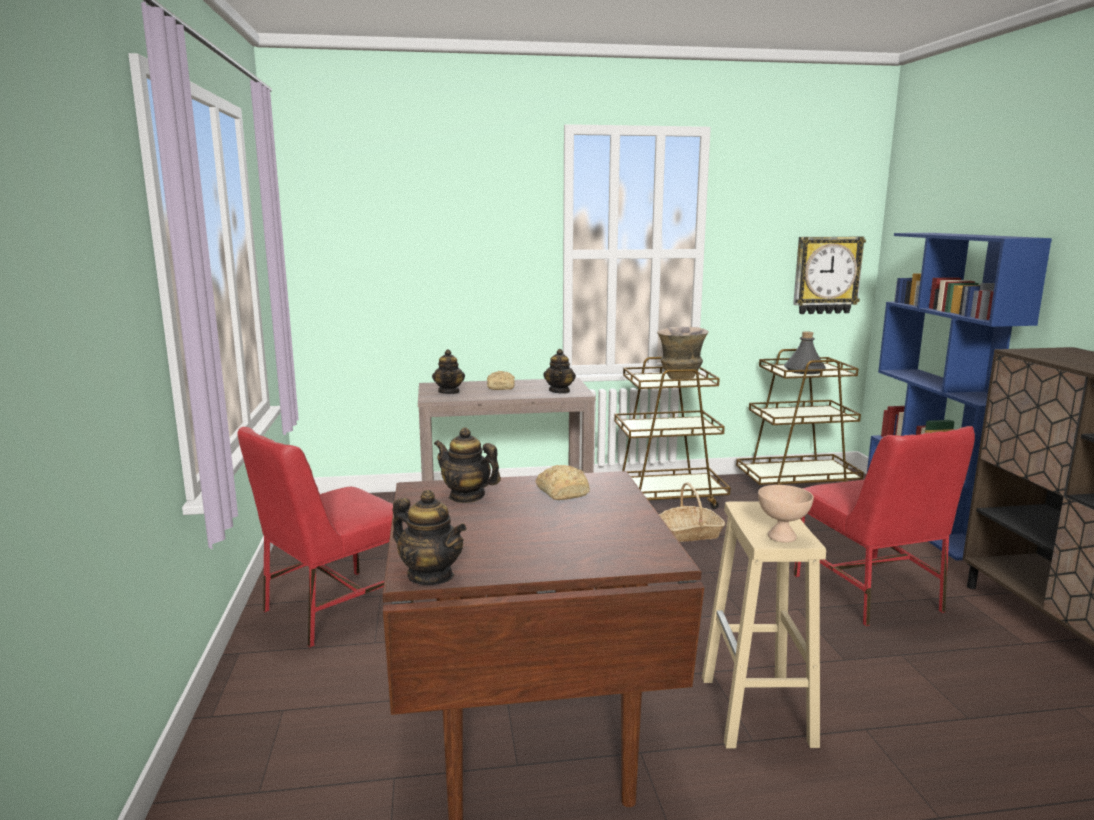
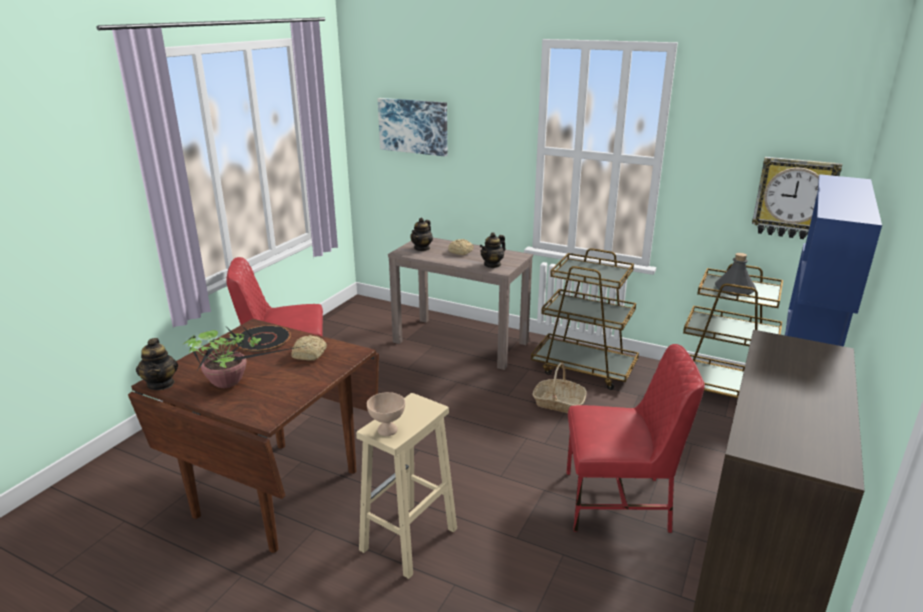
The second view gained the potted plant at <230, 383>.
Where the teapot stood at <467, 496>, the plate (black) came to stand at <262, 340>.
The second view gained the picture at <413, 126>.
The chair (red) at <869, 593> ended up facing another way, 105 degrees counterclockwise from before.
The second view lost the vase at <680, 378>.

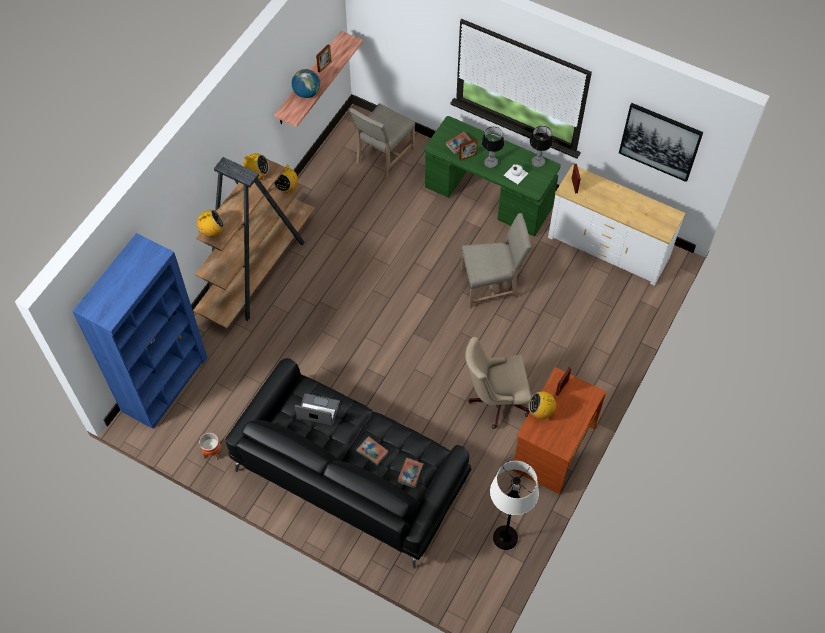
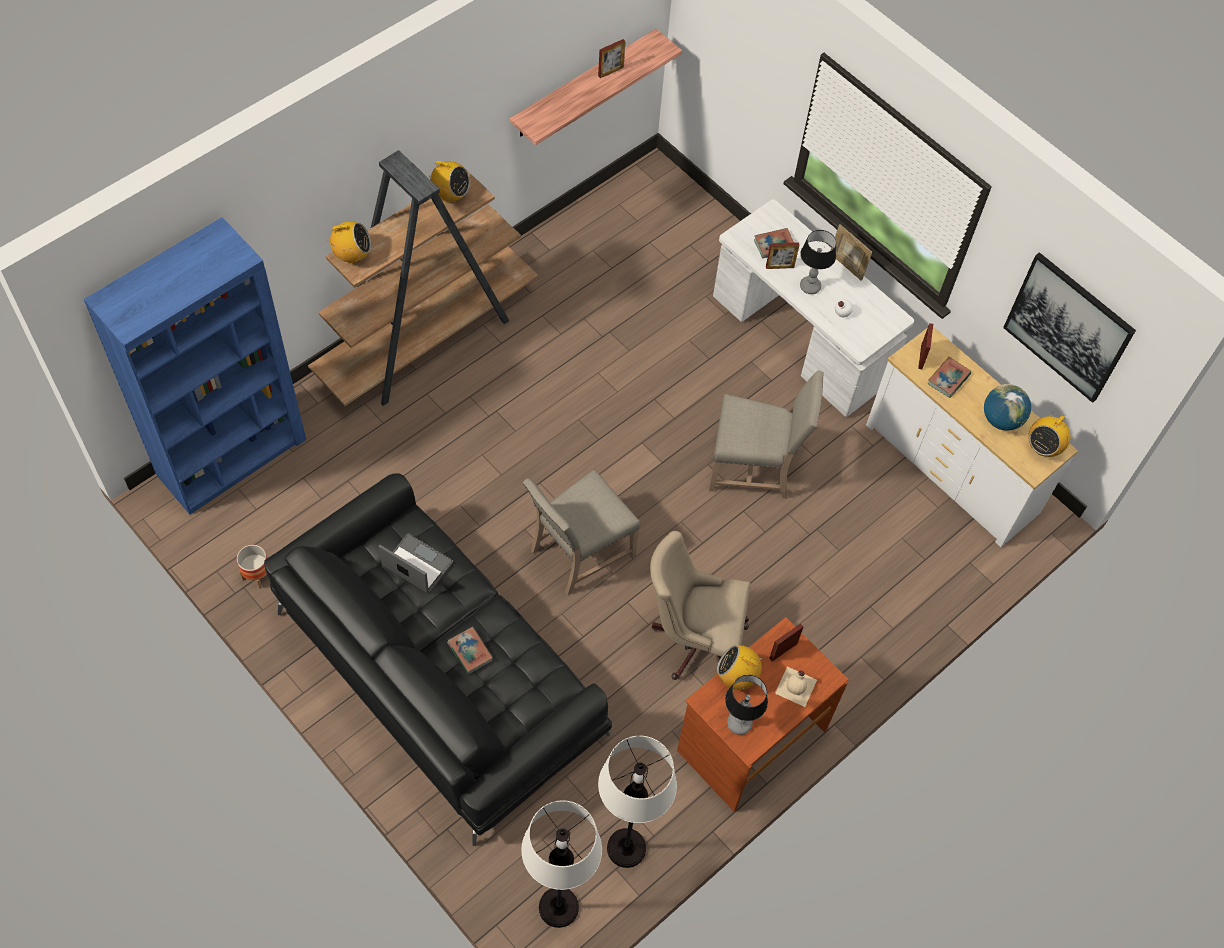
The second view gained the floor lamp (white) at <558, 907>.
The chair (beige) ended up elsewhere, having gone from <383, 156> to <578, 553>.
What was the desk (green) at <488, 198> turned into the desk (white) at <800, 340>.
The table lamp ended up elsewhere, having gone from <538, 162> to <739, 724>.
The second view gained the bottle (beige) at <796, 686>.
The second view gained the picture frame at <846, 265>.
The book ended up elsewhere, having gone from <410, 474> to <948, 379>.
The globe ended up elsewhere, having gone from <306, 93> to <1001, 420>.
The radio ended up elsewhere, having gone from <286, 187> to <1043, 447>.

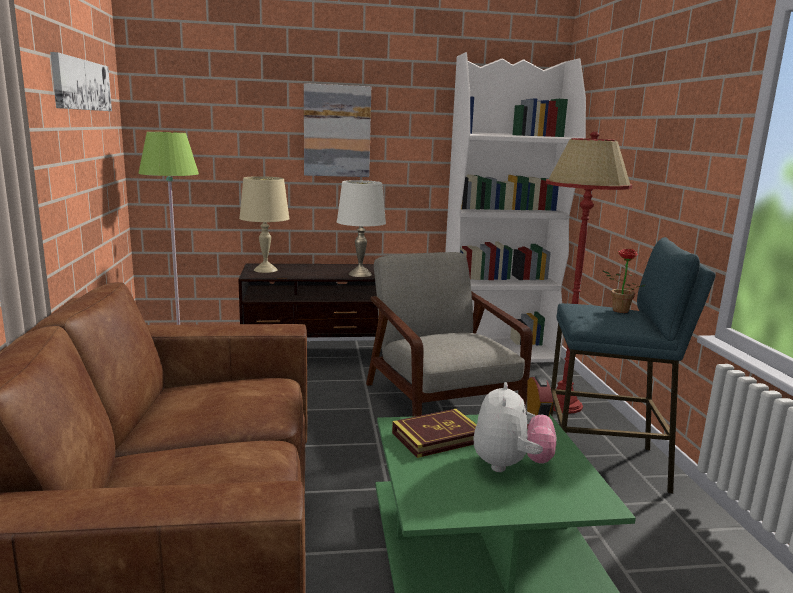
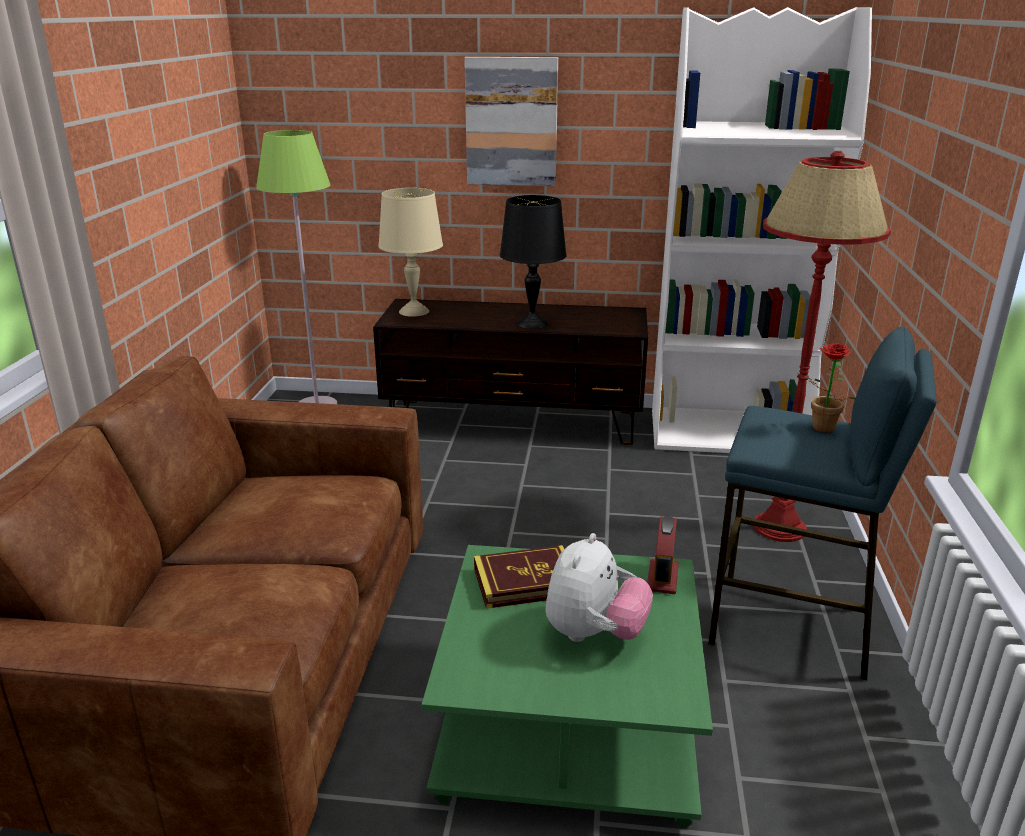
What was the table lamp (white) at <360, 274> turned into the table lamp (black) at <531, 323>.
The second view lost the picture at <81, 85>.
The second view lost the armchair (grey) at <439, 402>.

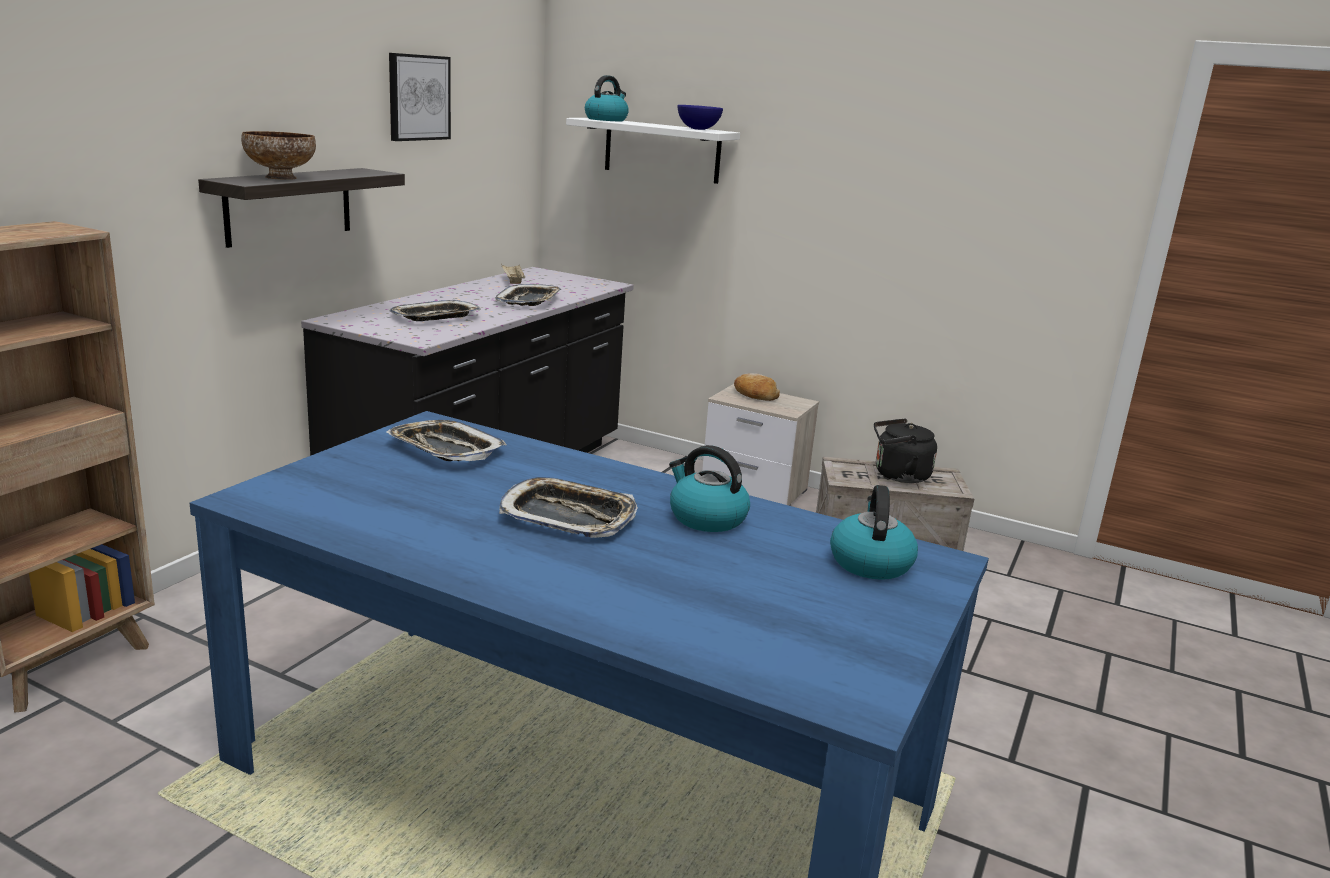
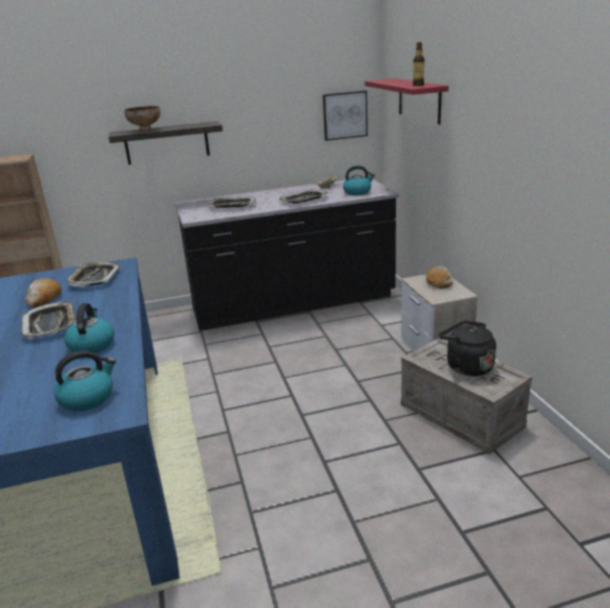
The second view gained the bread at <44, 299>.
The picture ended up elsewhere, having gone from <418, 97> to <345, 115>.
The kettle ended up elsewhere, having gone from <606, 120> to <357, 192>.
What was the shelf (white) at <662, 150> turned into the shelf (red) at <419, 100>.
Where the bowl (blue) stood at <699, 129>, the bottle came to stand at <418, 85>.

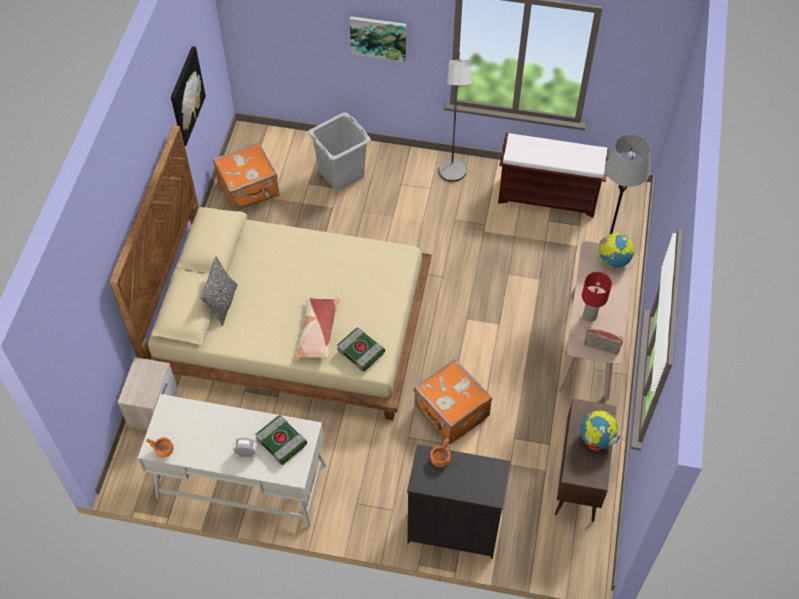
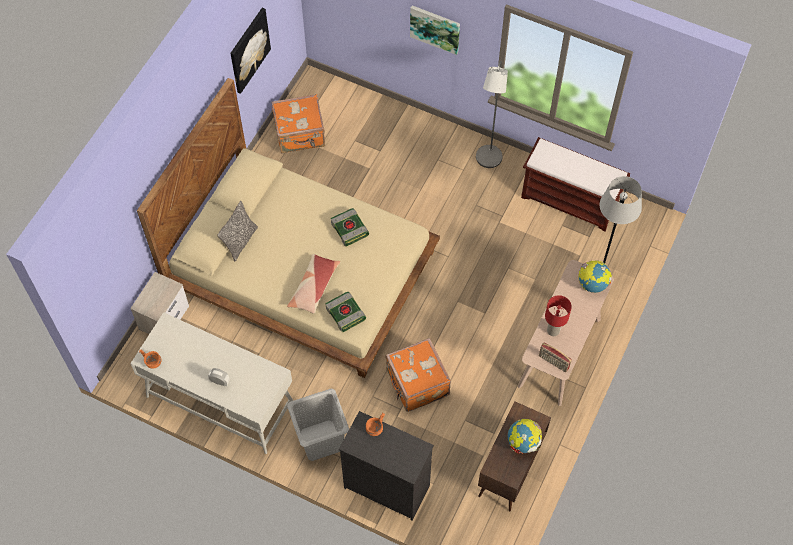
The laundry basket (grey) ended up elsewhere, having gone from <342, 174> to <321, 440>.
The book ended up elsewhere, having gone from <282, 442> to <350, 229>.

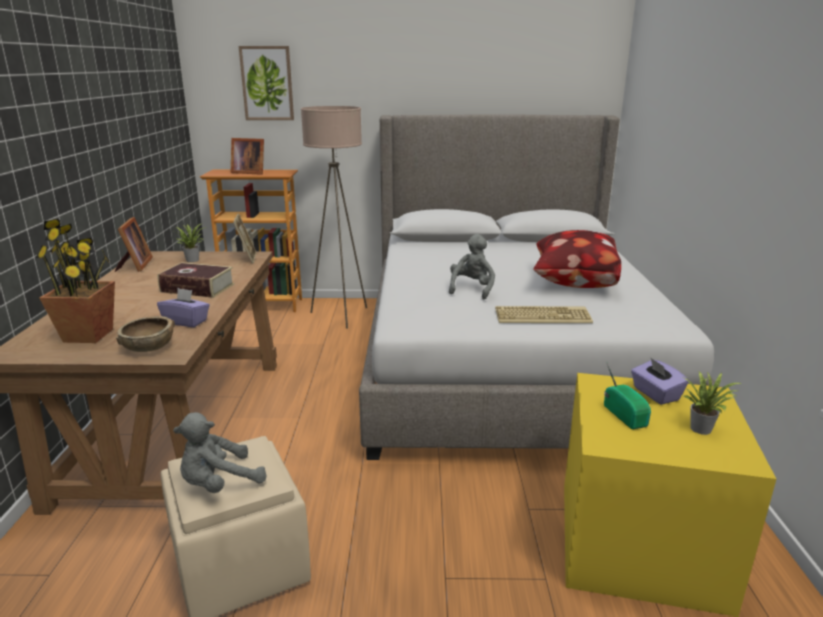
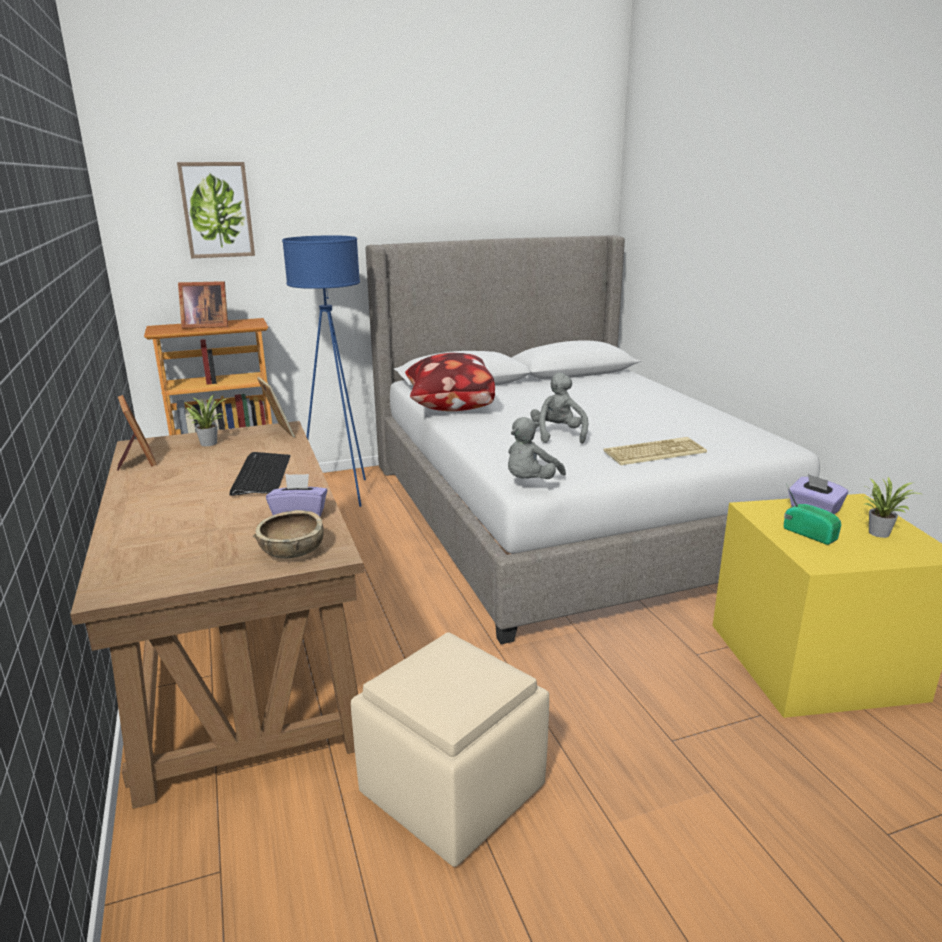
Where the book stood at <197, 288>, the keyboard came to stand at <261, 475>.
What was the floor lamp (beige) at <341, 316> turned into the floor lamp (blue) at <341, 493>.
The pillow ended up elsewhere, having gone from <572, 283> to <449, 408>.
The plush toy (grey) ended up elsewhere, having gone from <219, 484> to <530, 482>.
The second view lost the potted plant at <88, 335>.

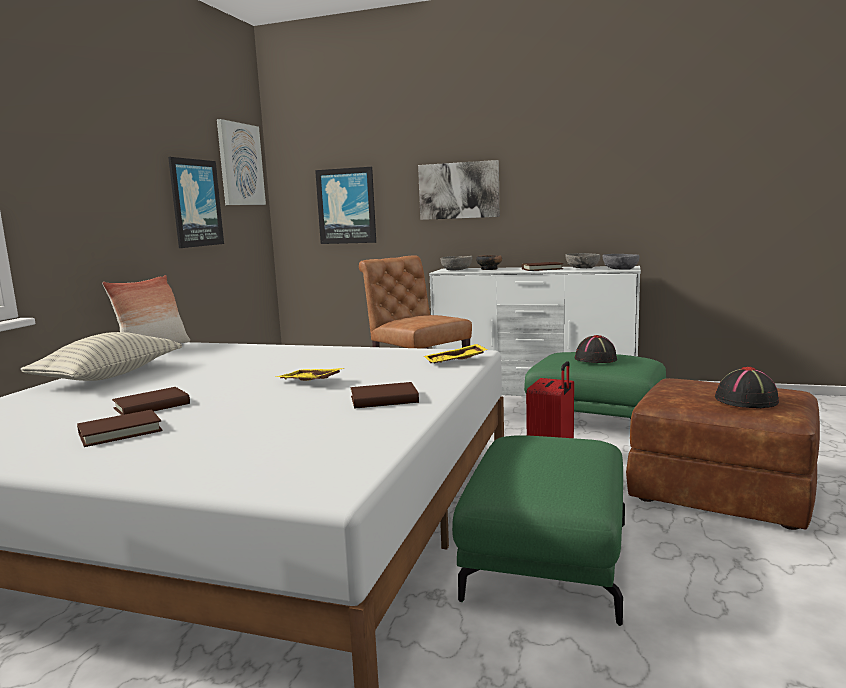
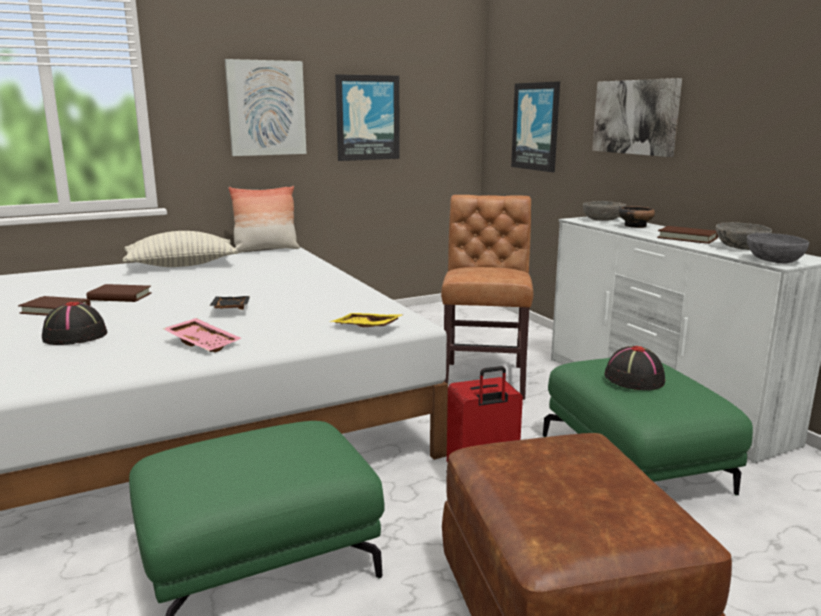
The hat (black) ended up elsewhere, having gone from <747, 400> to <74, 336>.
Where the book (brown) stood at <384, 400>, the tray (pink) came to stand at <204, 343>.
What was the tray (yellow) at <309, 382> turned into the tray (black) at <229, 309>.
The picture ended up elsewhere, having gone from <240, 164> to <266, 108>.

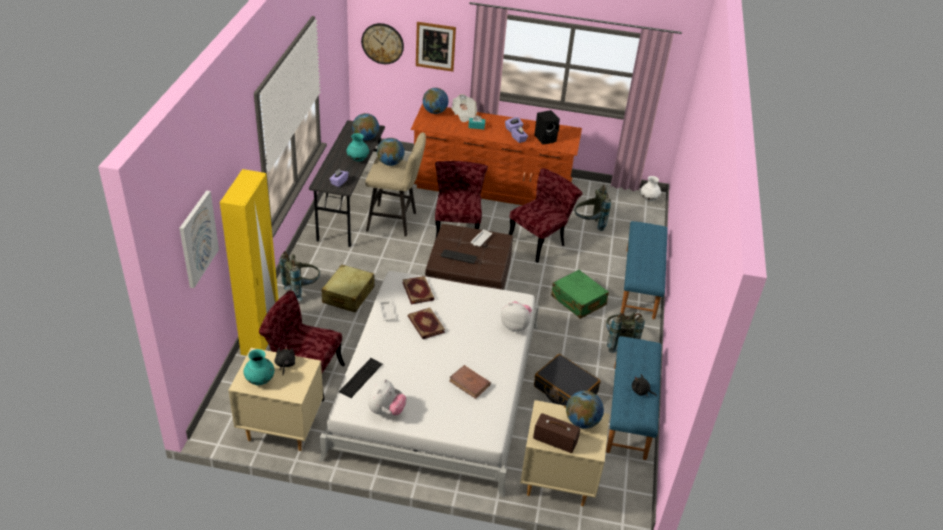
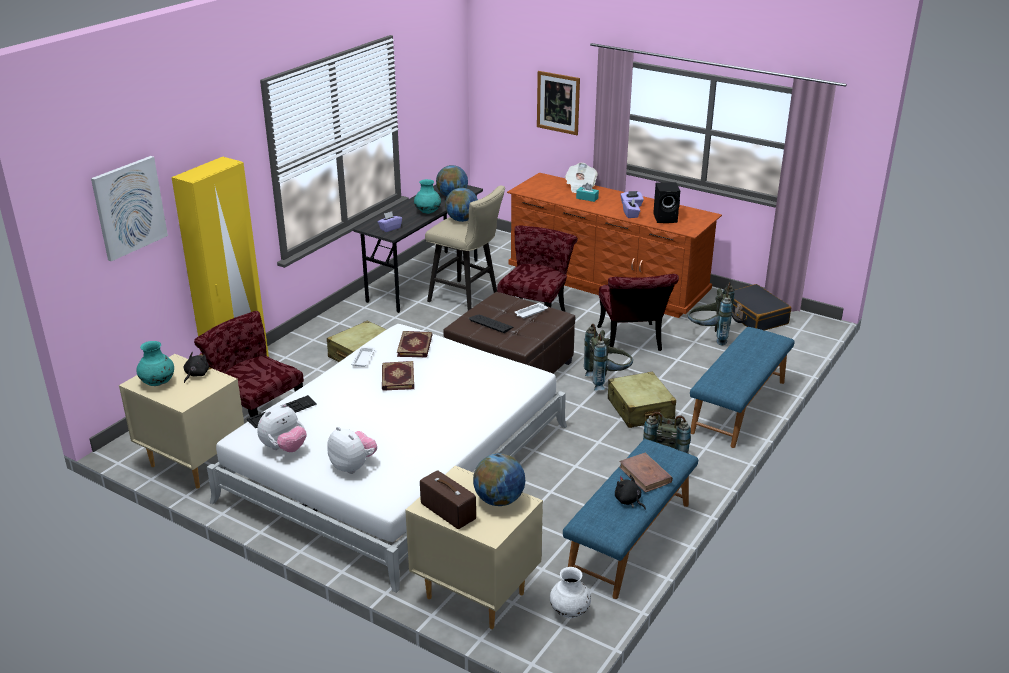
The plush toy ended up elsewhere, having gone from <515, 325> to <353, 466>.
The vase (white) ended up elsewhere, having gone from <649, 199> to <569, 612>.
The backpack (grey) ended up elsewhere, having gone from <302, 289> to <607, 380>.
The chair (red) at <540, 241> ended up facing another way, 105 degrees clockwise from before.
What was the suitcase (green) at <578, 301> turned into the suitcase (beige) at <640, 410>.
The book (brown) ended up elsewhere, having gone from <469, 383> to <645, 475>.
The suitcase (black) ended up elsewhere, having gone from <565, 390> to <754, 317>.
The second view lost the wall clock at <382, 43>.
The second view lost the globe at <435, 112>.

